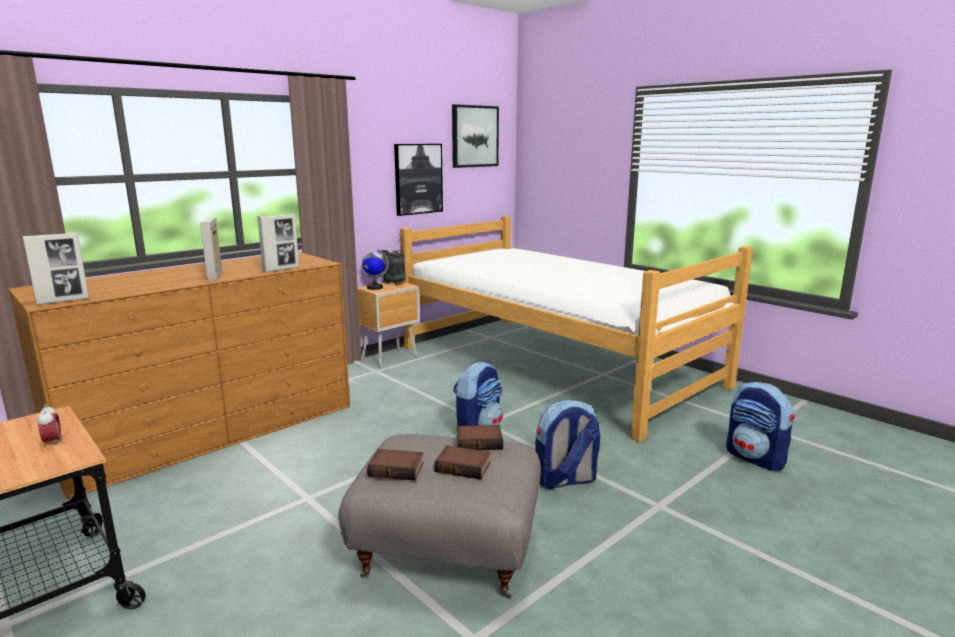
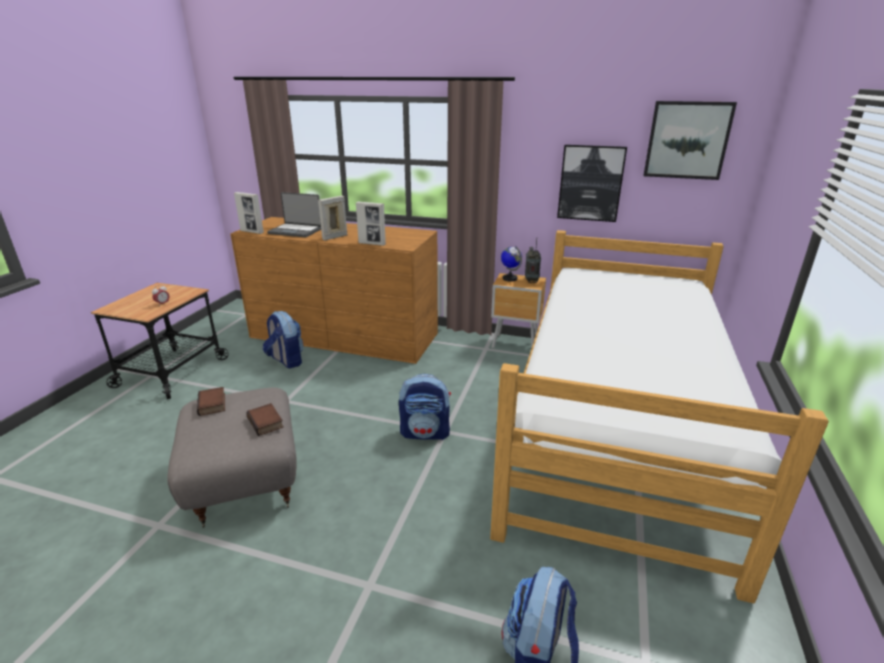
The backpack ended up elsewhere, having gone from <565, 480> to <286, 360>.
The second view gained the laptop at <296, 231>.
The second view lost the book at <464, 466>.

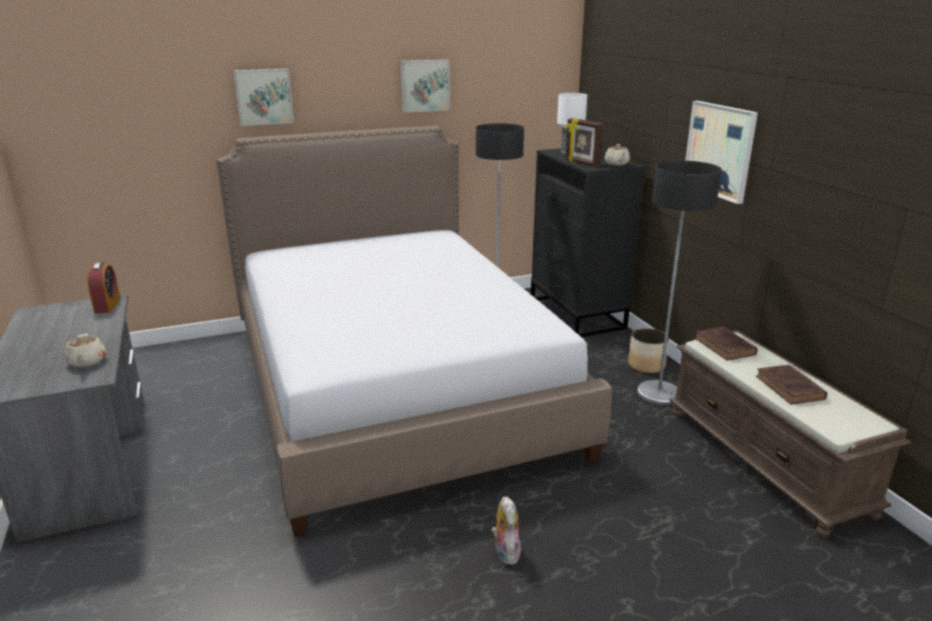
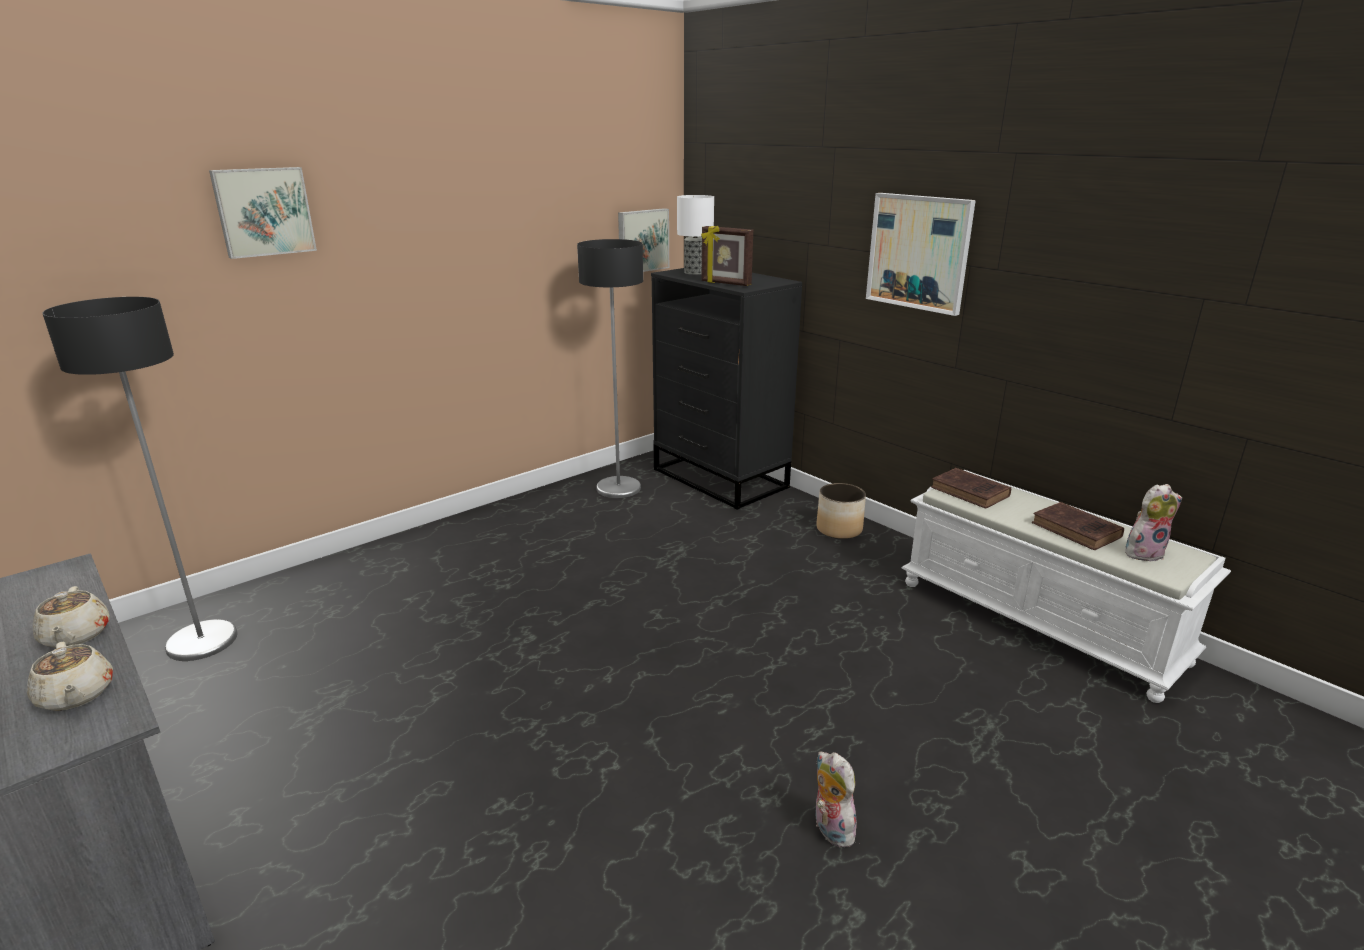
The teapot (beige) ended up elsewhere, having gone from <616, 164> to <76, 636>.
The floor lamp ended up elsewhere, having gone from <658, 393> to <201, 641>.
The picture ended up elsewhere, having gone from <424, 85> to <642, 240>.
What was the bench (brown) at <766, 460> turned into the bench (white) at <1040, 621>.
The second view gained the plush toy at <1143, 552>.
The second view lost the alarm clock at <107, 305>.
The second view lost the bed at <395, 387>.

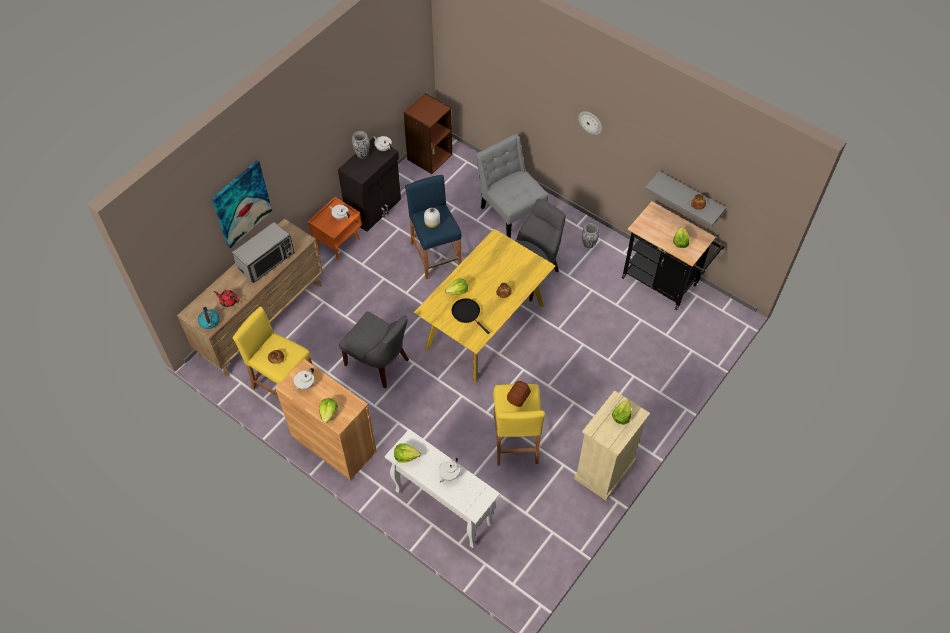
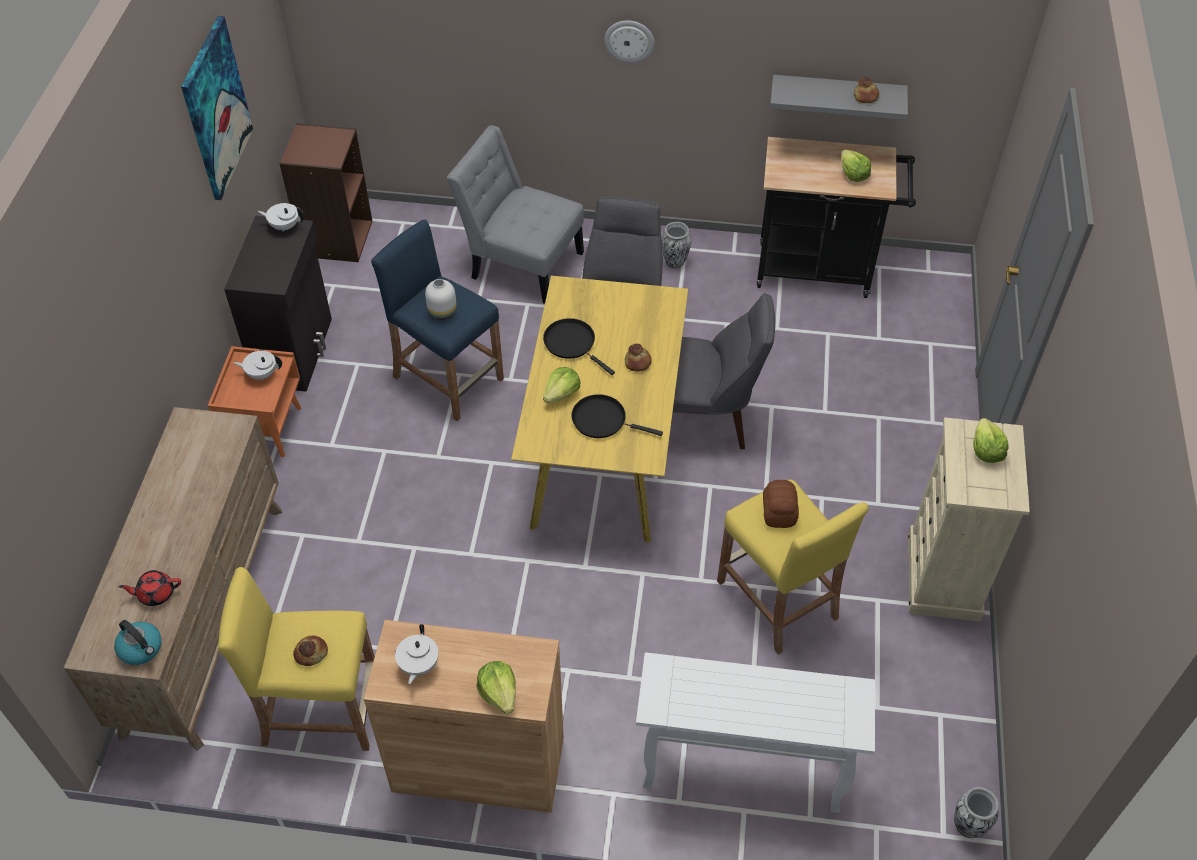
The picture ended up elsewhere, having gone from <242, 204> to <216, 109>.
The second view gained the frying pan (black) at <572, 343>.
The chair (grey) ended up elsewhere, having gone from <379, 363> to <706, 420>.
The vase ended up elsewhere, having gone from <362, 154> to <967, 827>.
The second view lost the microwave at <266, 261>.
The second view lost the lettuce at <406, 456>.
The second view lost the teapot (white) at <448, 474>.

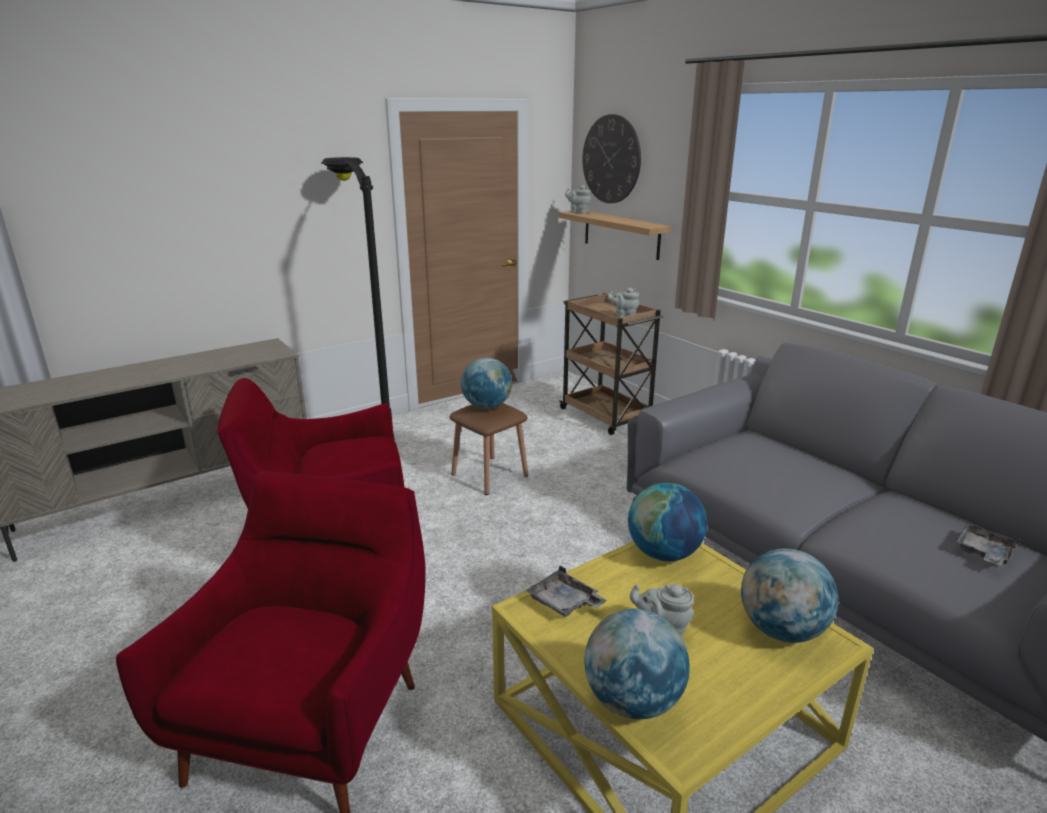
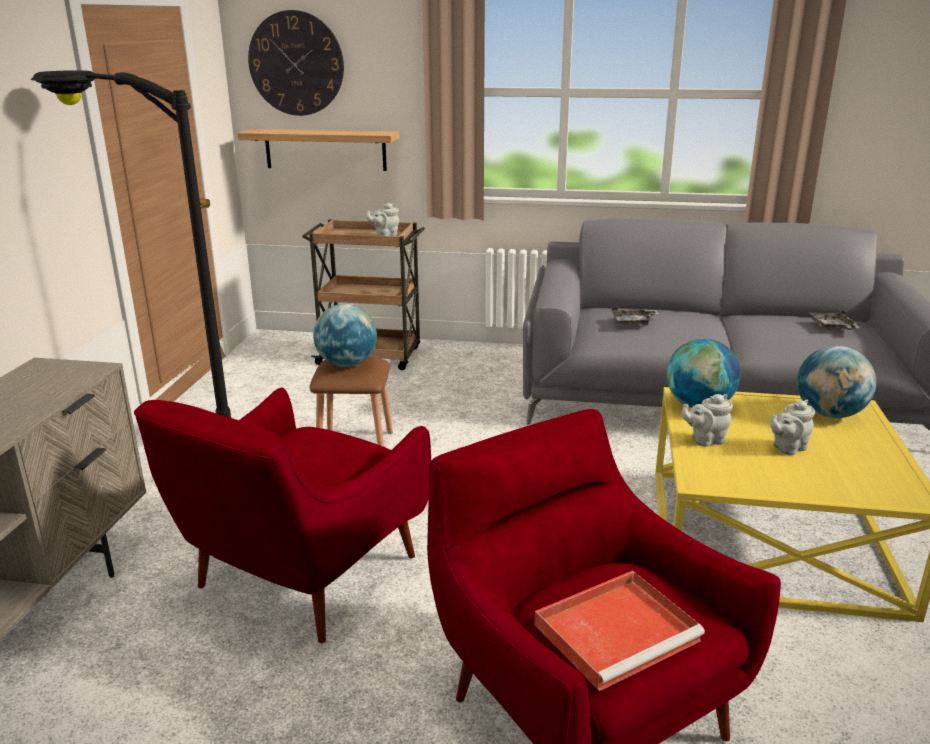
The second view gained the tray (red) at <618, 631>.
The tray (grey) ended up elsewhere, having gone from <564, 603> to <633, 323>.
The teapot (grey) ended up elsewhere, having gone from <578, 212> to <705, 440>.
The second view lost the globe at <632, 700>.

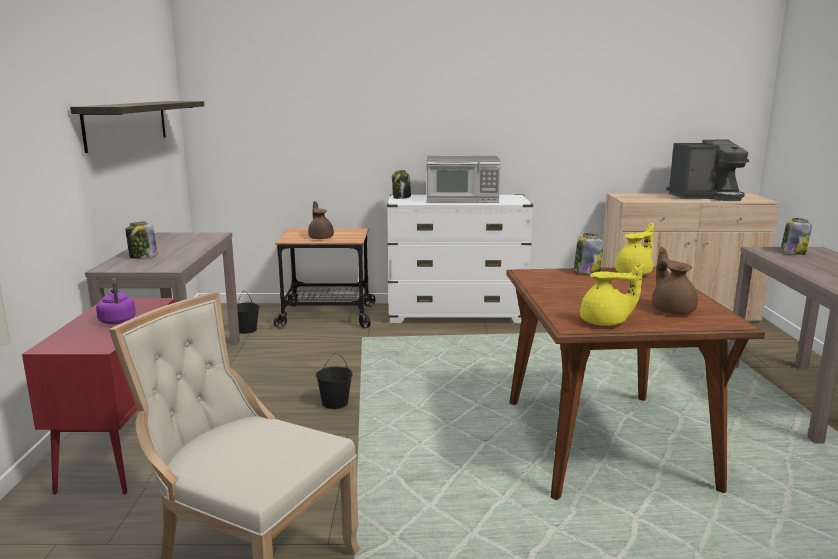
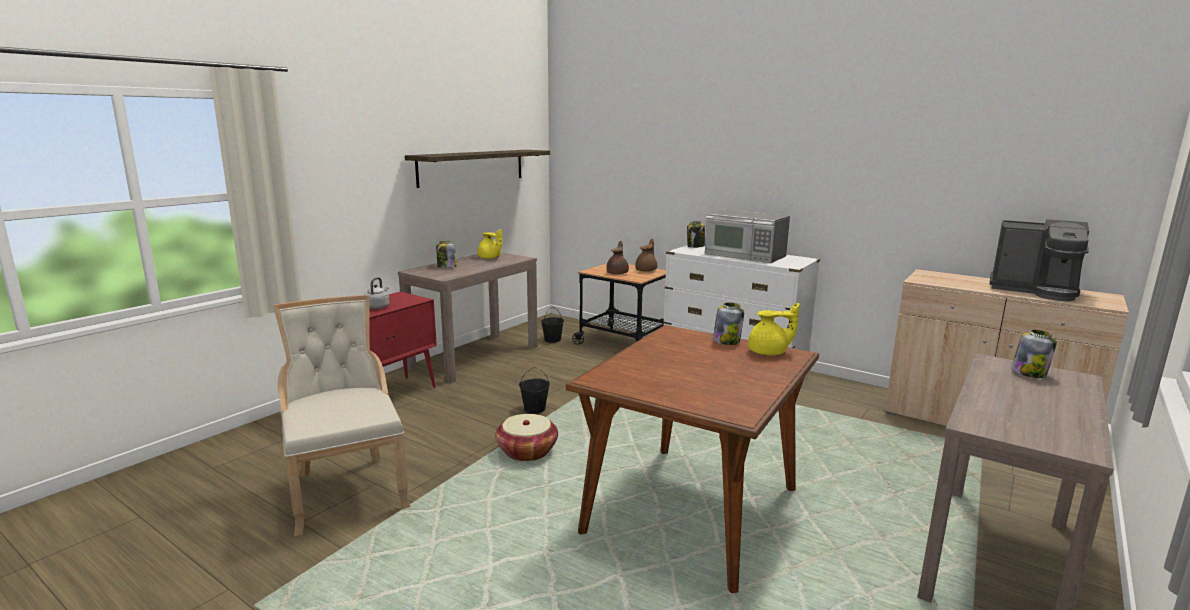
What was the kettle (purple) at <117, 320> turned into the kettle (grey) at <378, 307>.
The teapot (yellow) ended up elsewhere, having gone from <606, 323> to <490, 258>.
The second view gained the basket at <527, 451>.
The teapot (brown) ended up elsewhere, having gone from <672, 310> to <646, 270>.

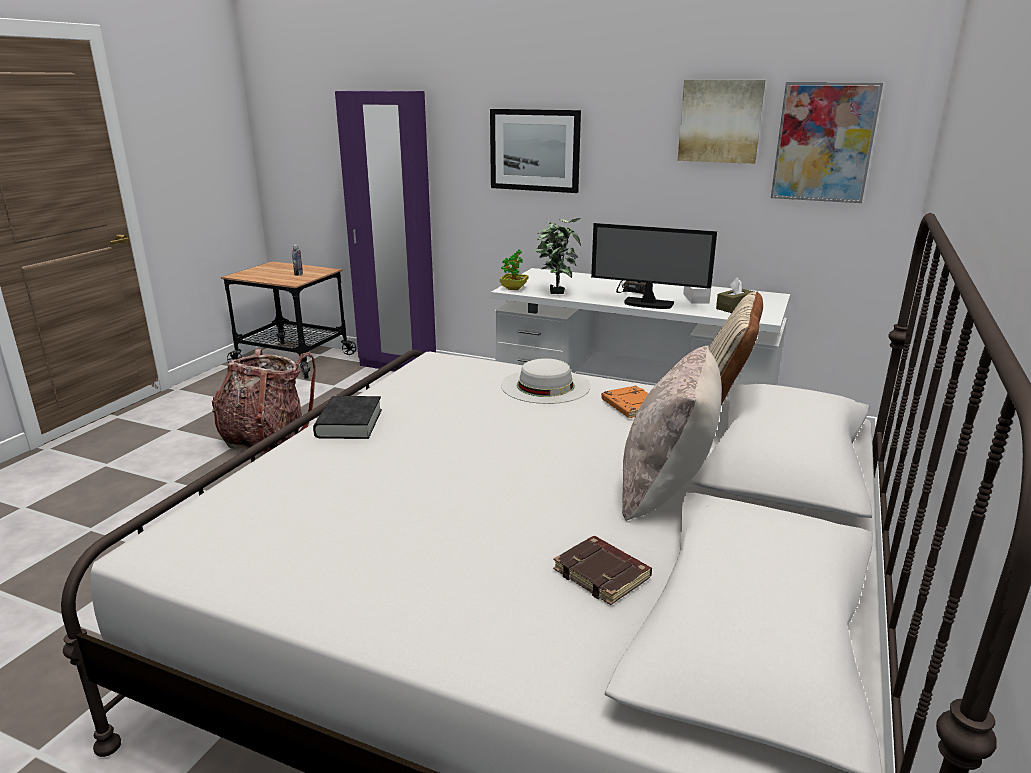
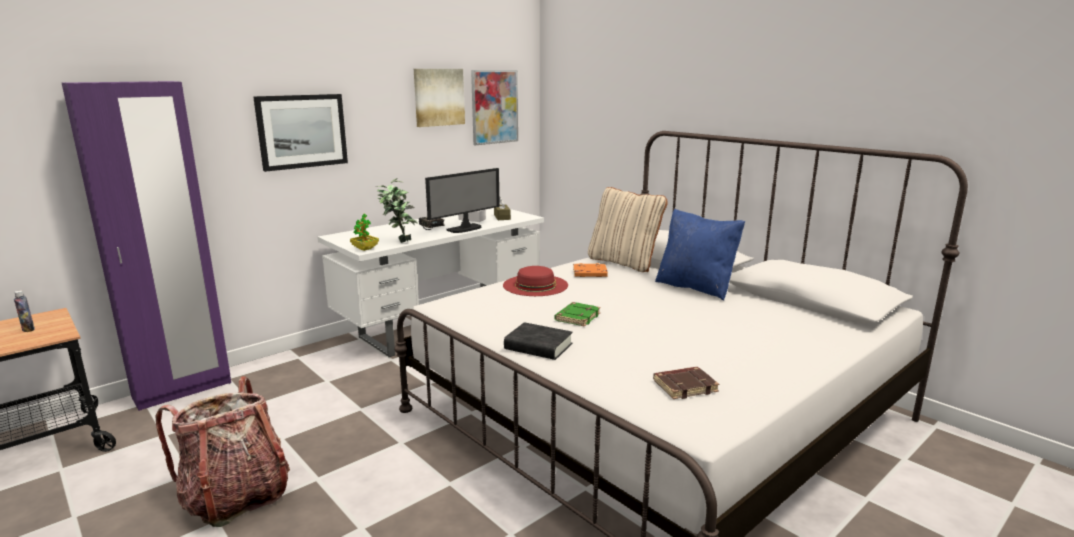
What was the hat (white) at <545, 386> turned into the hat (red) at <535, 285>.
The second view gained the book (green) at <577, 317>.
The book (brown) ended up elsewhere, having gone from <603, 574> to <685, 386>.
What was the pillow (beige) at <666, 490> turned into the pillow (blue) at <695, 287>.

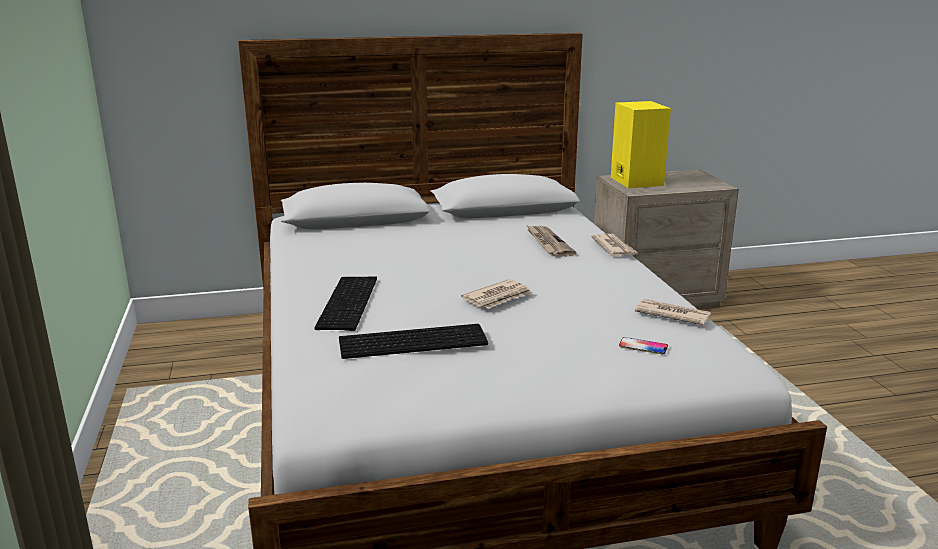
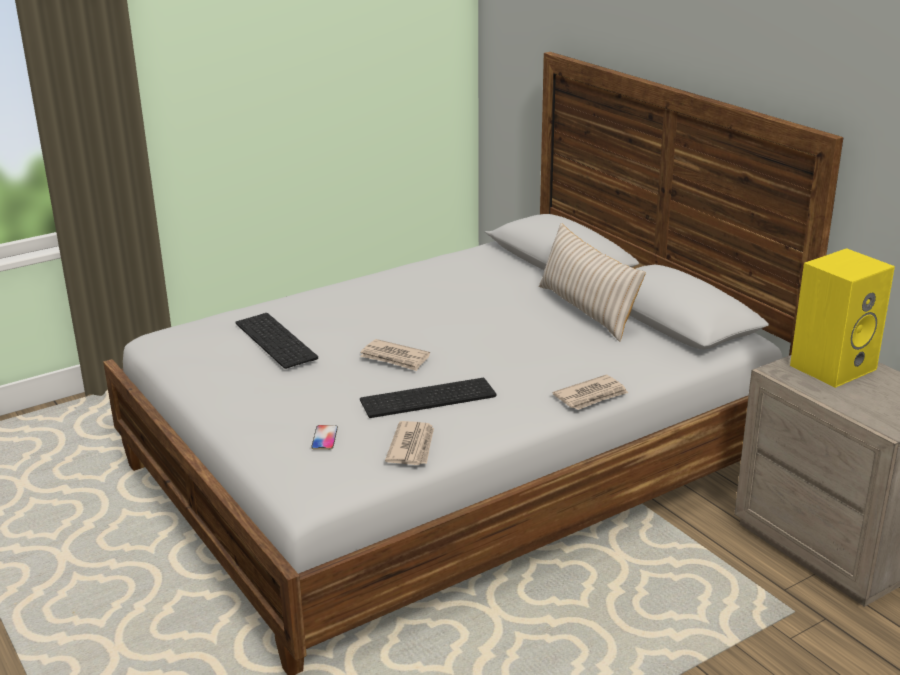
The keyboard ended up elsewhere, having gone from <350, 303> to <427, 399>.
The second view gained the pillow (beige) at <586, 310>.
The second view lost the newspaper at <548, 243>.

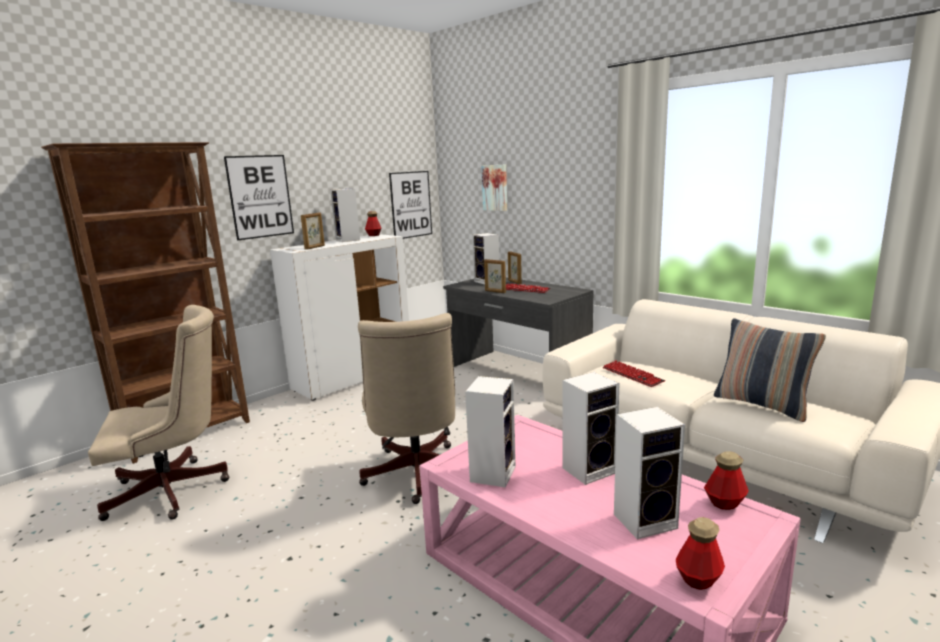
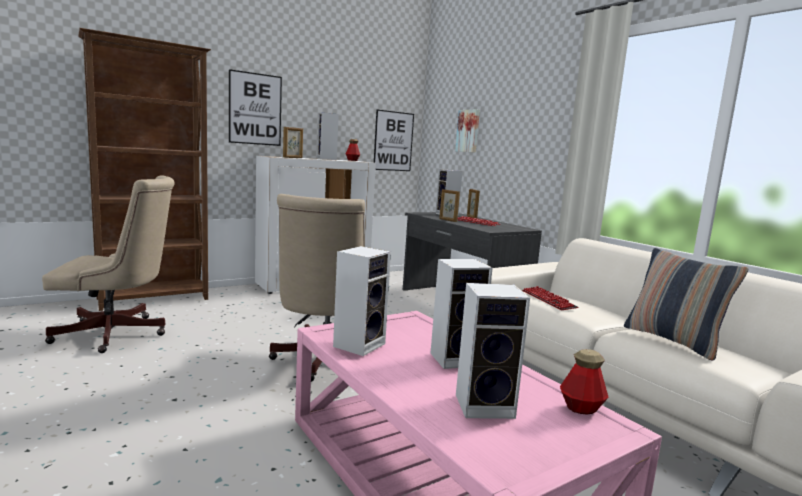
The second view lost the bottle at <698, 579>.

